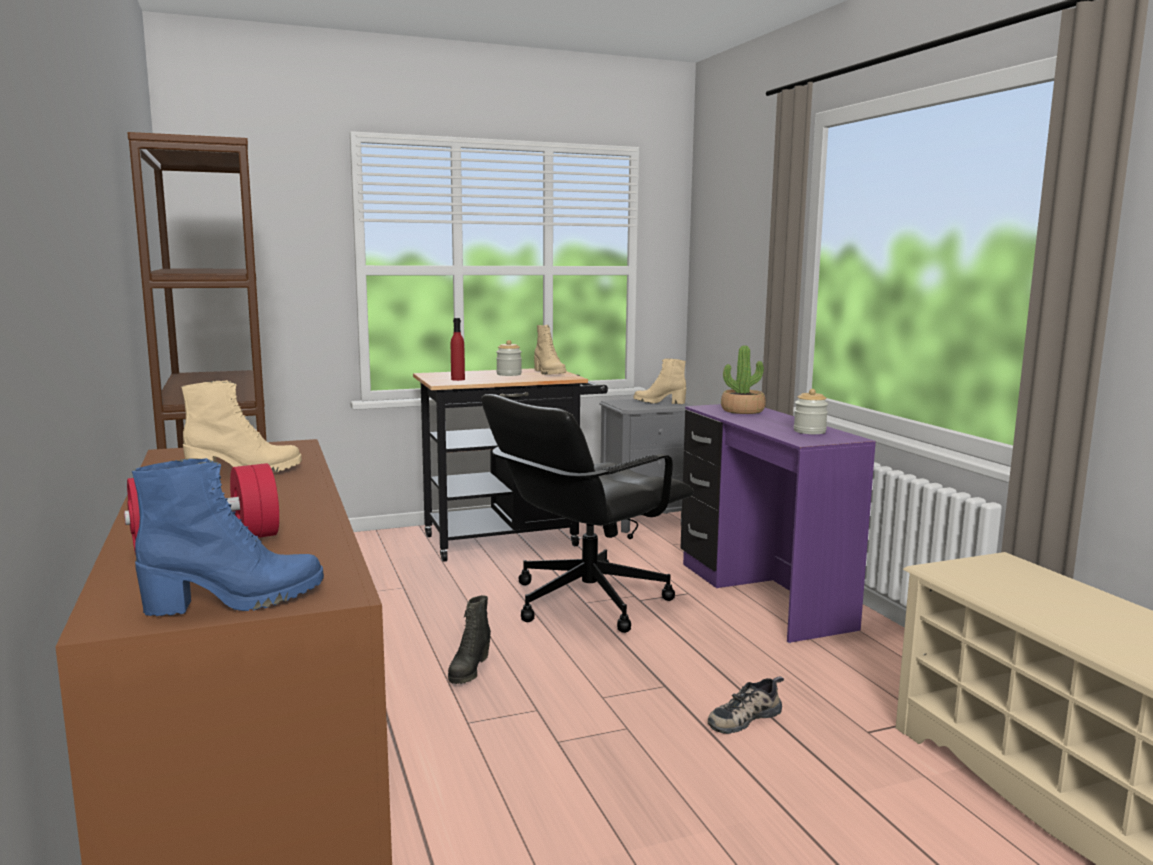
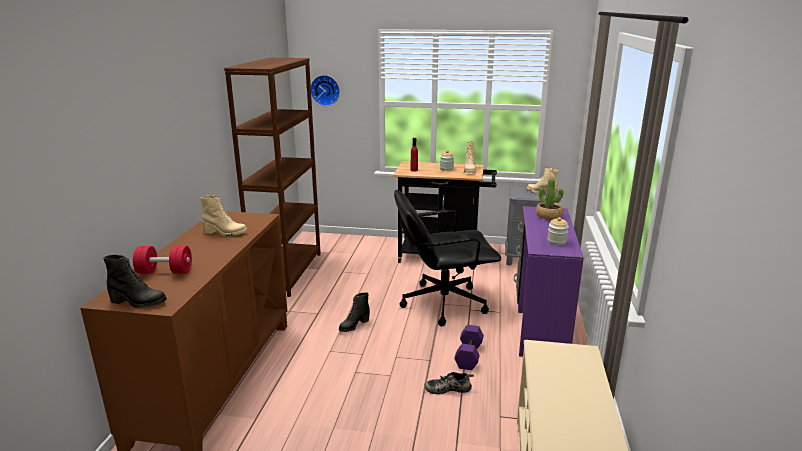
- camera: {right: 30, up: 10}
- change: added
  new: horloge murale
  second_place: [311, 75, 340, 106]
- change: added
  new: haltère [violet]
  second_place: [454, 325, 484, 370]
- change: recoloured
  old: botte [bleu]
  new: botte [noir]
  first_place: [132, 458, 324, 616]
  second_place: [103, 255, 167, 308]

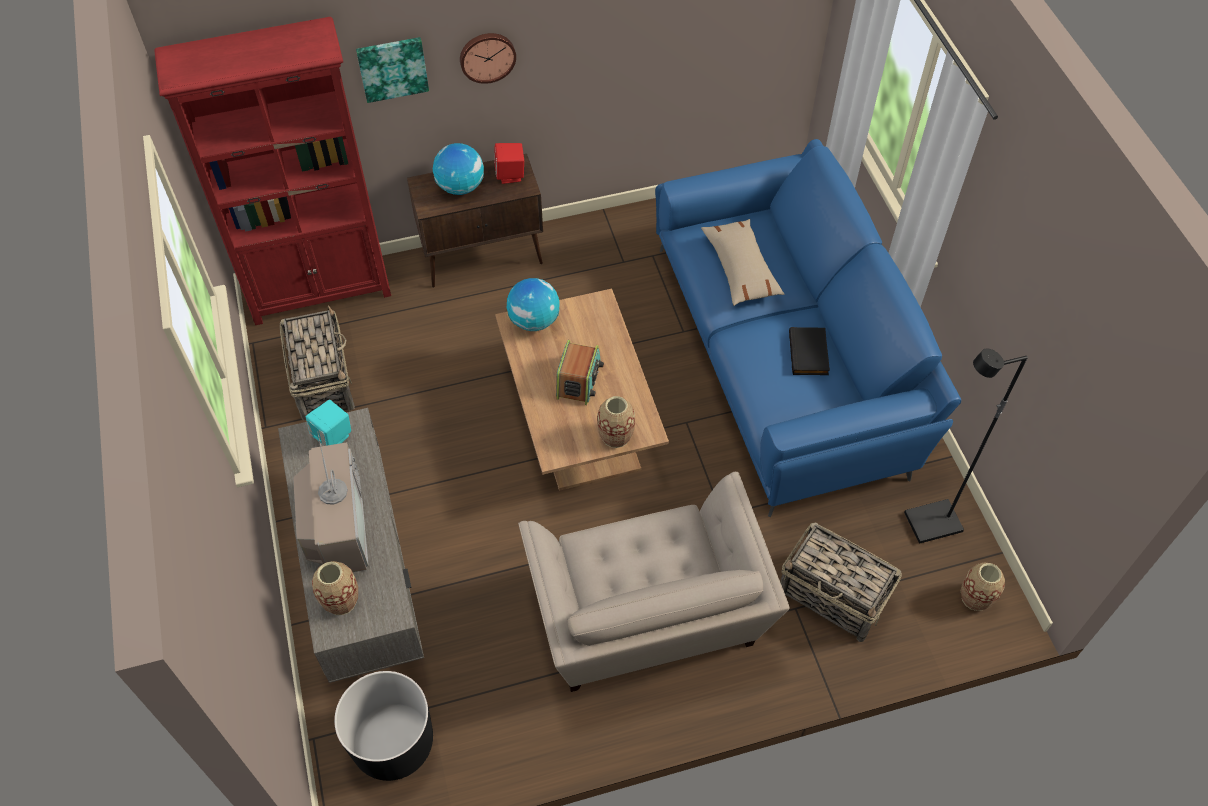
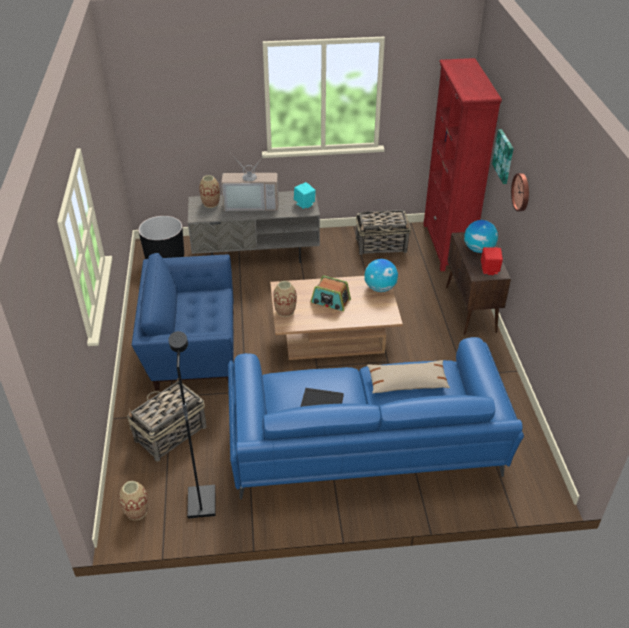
- camera: {right: 100, up: -15}
- change: recoloured
  old: fauteuil [beige]
  new: fauteuil [bleu]
  first_place: [518, 472, 789, 692]
  second_place: [132, 253, 234, 390]

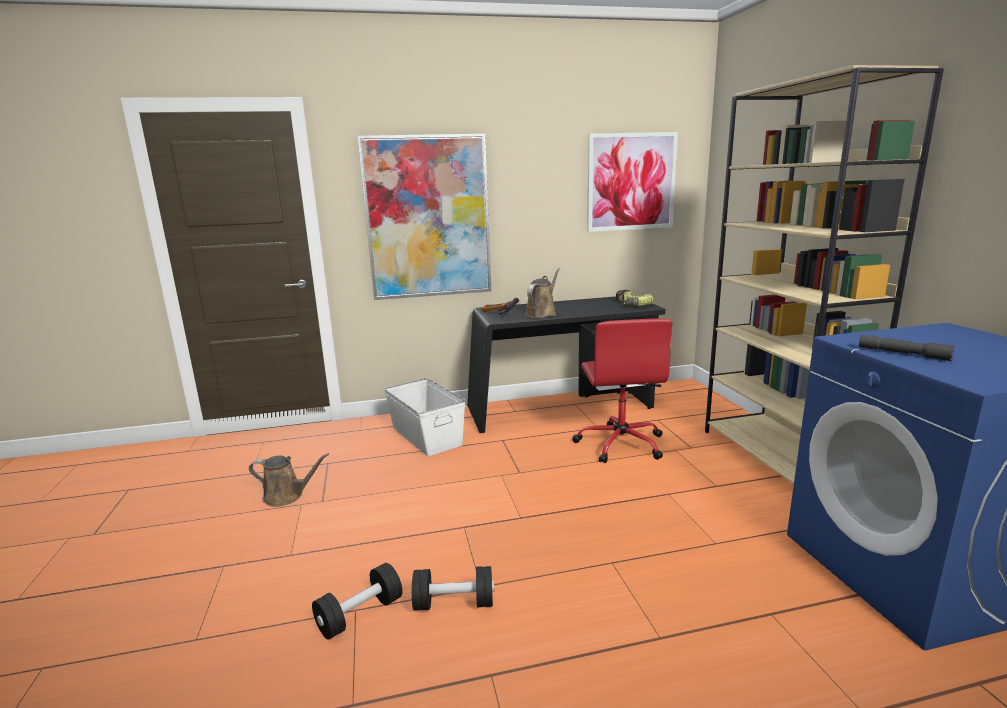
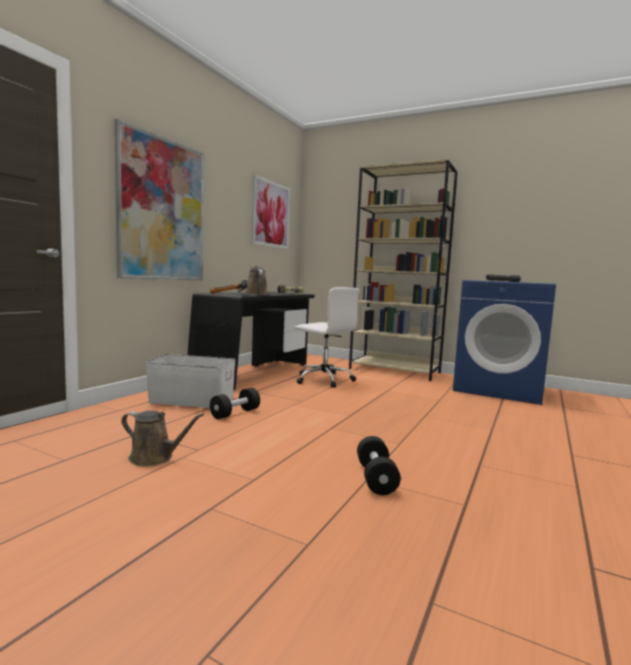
- camera: {right: -50, up: -10}
- change: moved
  old: haltère [noir]
  first_place: [412, 566, 494, 610]
  second_place: [210, 388, 260, 419]
- change: recoloured
  old: chaise de bureau [rouge]
  new: chaise de bureau [blanc]
  first_place: [572, 318, 672, 463]
  second_place: [294, 287, 359, 388]
- change: turned
  old: arrosoir [marron]
  first_place: [249, 453, 329, 507]
  second_place: [121, 411, 204, 467]
  degrees: 60

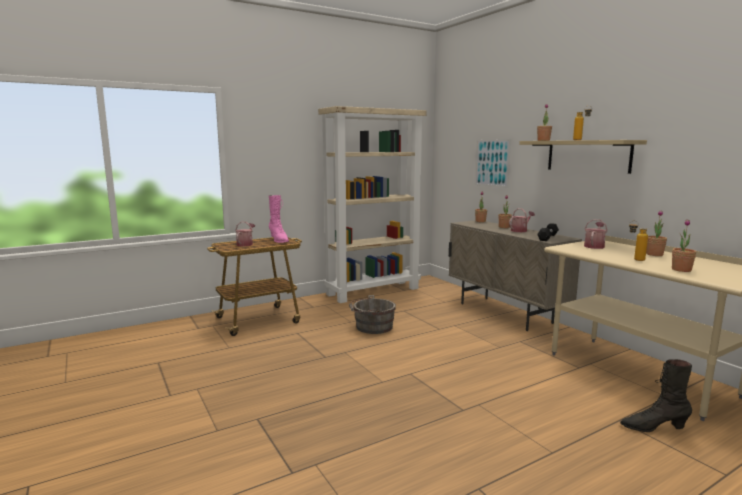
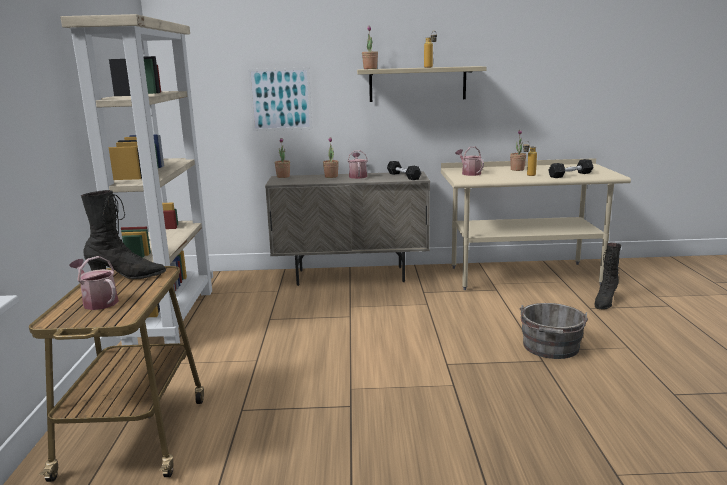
- camera: {right: -60, up: 5}
- change: moved
  old: seau [gris]
  first_place: [349, 295, 396, 334]
  second_place: [520, 303, 588, 359]
- change: replaced
  old: plante en pot
  new: haltère [noir]
  first_place: [672, 219, 696, 272]
  second_place: [548, 159, 593, 178]
- change: recoloured
  old: botte [rose]
  new: botte [noir]
  first_place: [269, 195, 289, 243]
  second_place: [81, 190, 166, 279]

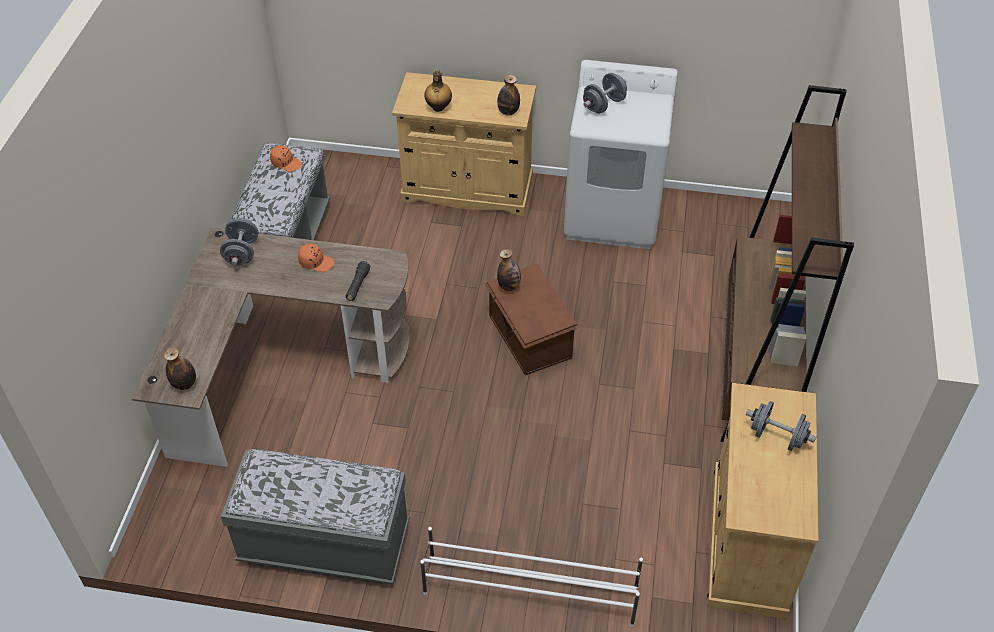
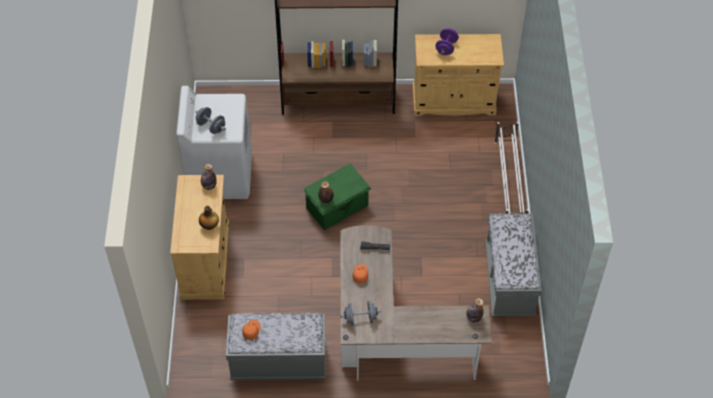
- camera: {right: -100, up: 5}
- change: recoloured
  old: boîte de rangement [marron]
  new: boîte de rangement [vert]
  first_place: [485, 263, 577, 375]
  second_place: [304, 163, 371, 230]
- change: recoloured
  old: haltère [gris]
  new: haltère [violet]
  first_place: [746, 401, 816, 451]
  second_place: [435, 28, 459, 55]

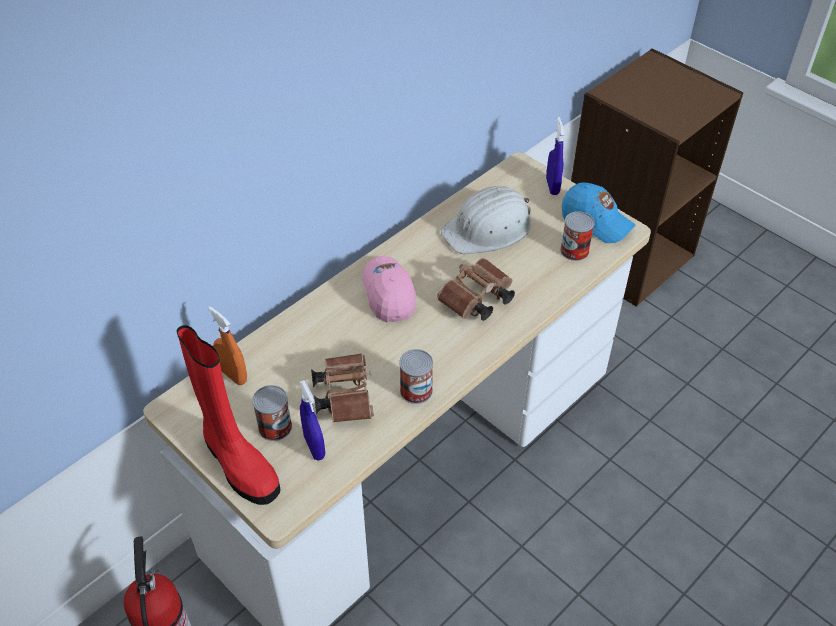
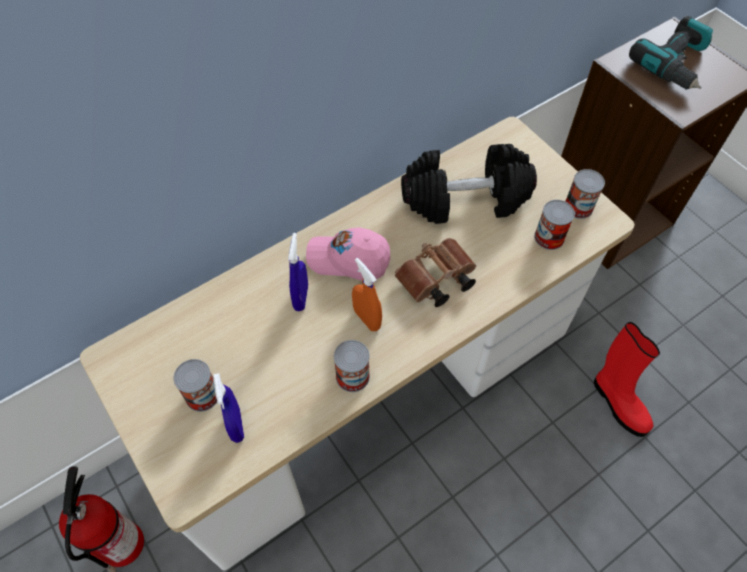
- camera: {right: 10, up: 10}
- change: removed
  old: jumelles [marron]
  first_place: [311, 353, 374, 423]
- change: added
  new: perceuse
  second_place: [629, 16, 713, 89]
- change: moved
  old: botte [rouge]
  first_place: [177, 325, 280, 505]
  second_place: [594, 322, 660, 437]
- change: moved
  old: vaporisateur [orange]
  first_place: [208, 306, 247, 385]
  second_place: [352, 258, 382, 331]
- change: moved
  old: vaporisateur [bleu]
  first_place: [546, 117, 565, 195]
  second_place: [288, 233, 308, 311]
- change: replaced
  old: casque de chantier [blanc]
  new: haltère [noir]
  first_place: [441, 186, 531, 254]
  second_place: [401, 144, 537, 224]
- change: replaced
  old: casquette [bleu]
  new: boîte métallique
  first_place: [562, 182, 636, 243]
  second_place: [565, 169, 605, 219]
- change: turned
  old: casquette [rose]
  first_place: [362, 256, 416, 323]
  second_place: [306, 227, 390, 280]
  degrees: -75

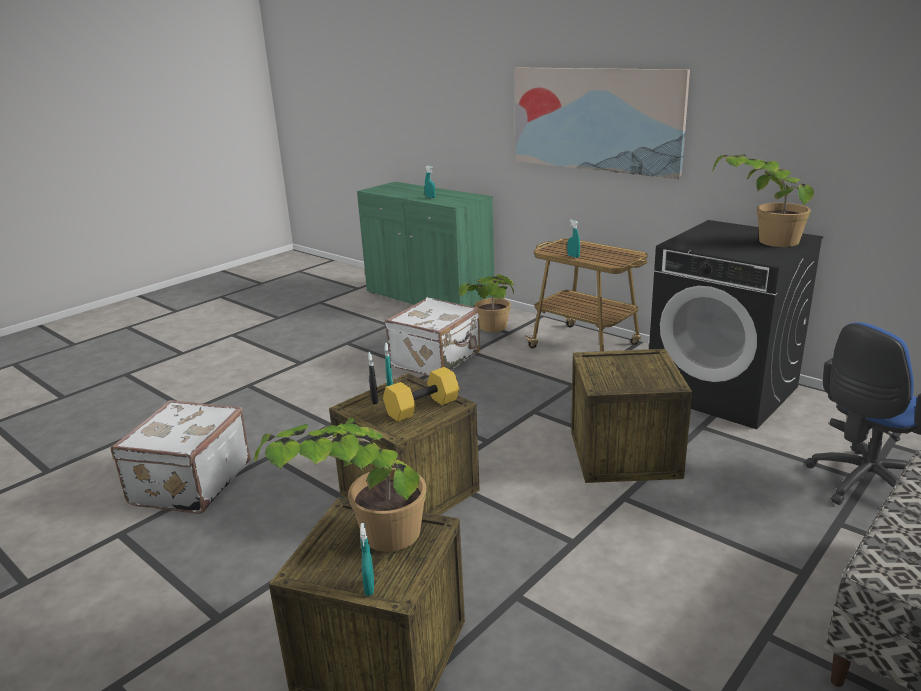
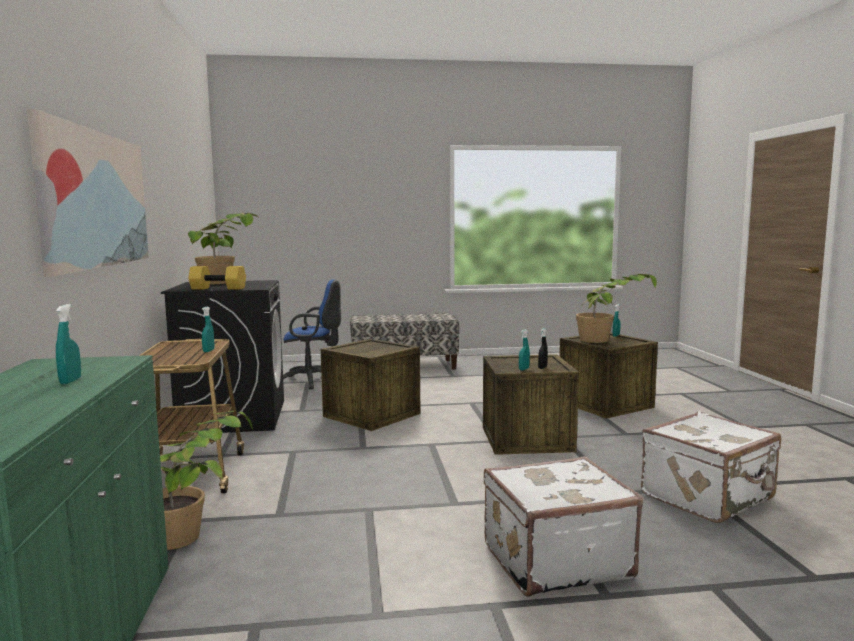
- camera: {right: -140, up: -15}
- change: moved
  old: haltère [jaune]
  first_place: [383, 367, 460, 422]
  second_place: [188, 266, 246, 290]
- change: moved
  old: valise [blanc]
  first_place: [385, 297, 480, 376]
  second_place: [484, 456, 643, 597]

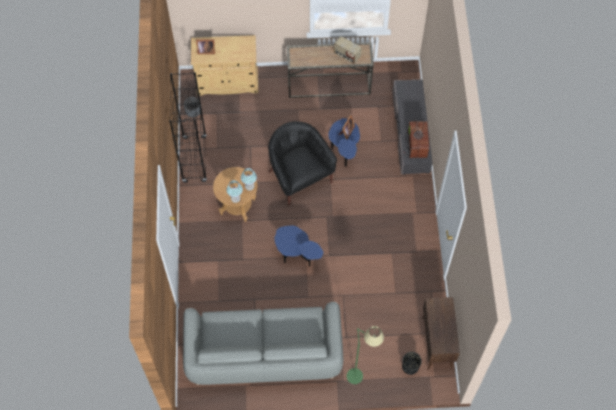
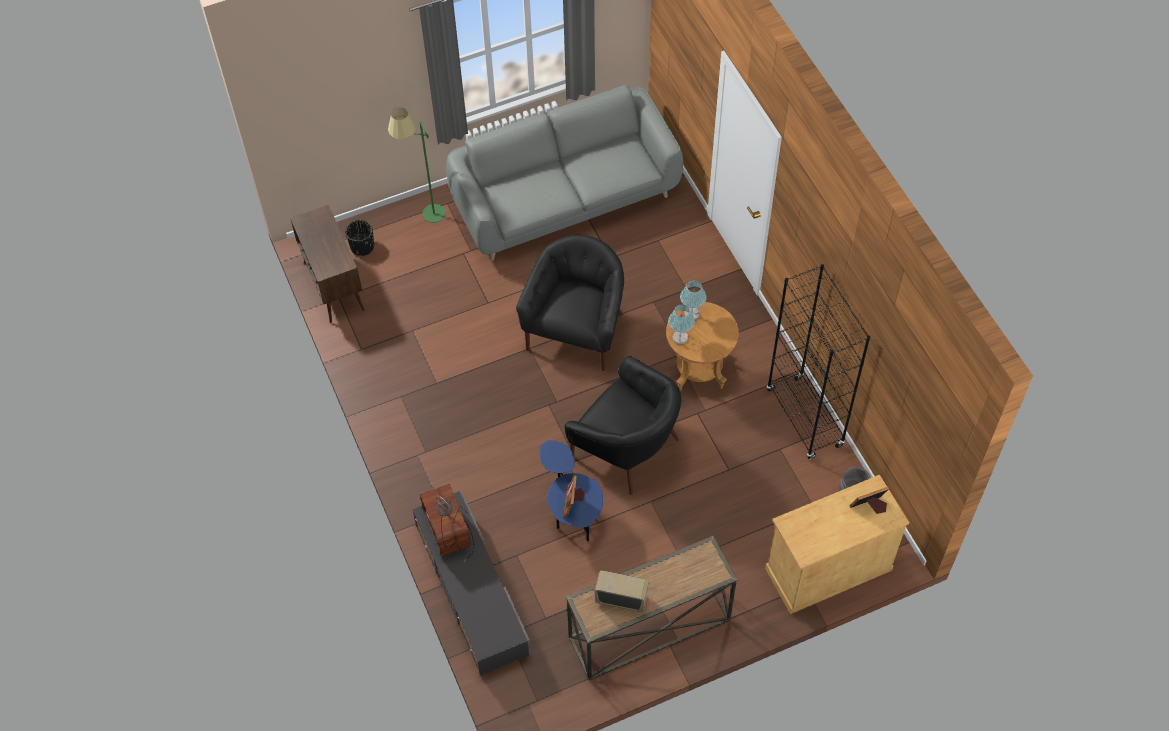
- camera: {right: 160, up: -5}
- change: replaced
  old: table d'appoint [bleu]
  new: fauteuil [noir]
  first_place: [274, 226, 323, 267]
  second_place: [516, 235, 624, 371]

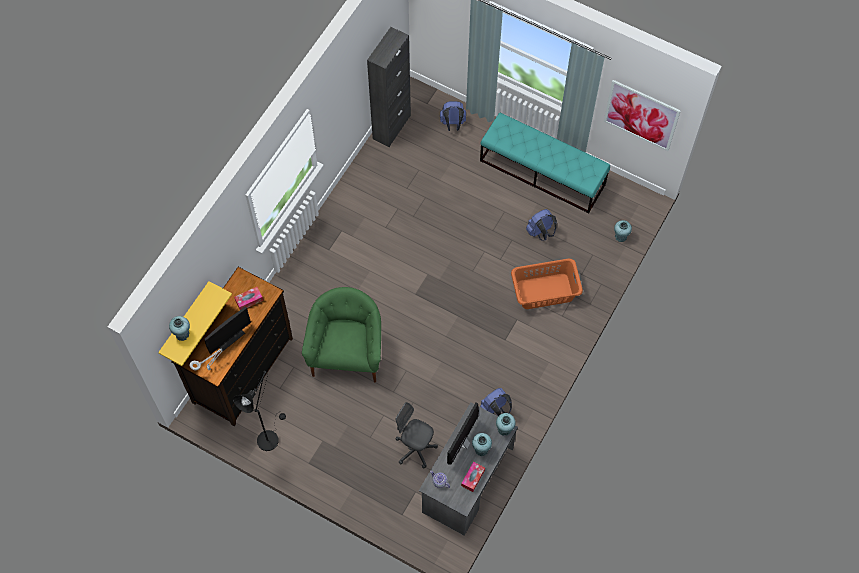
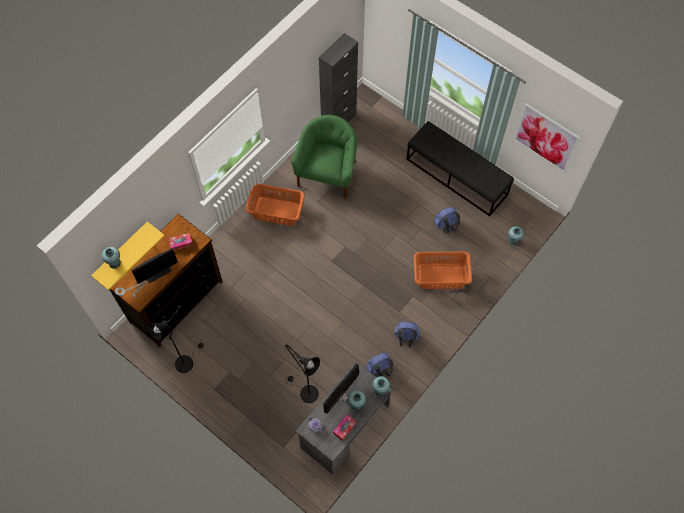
- camera: {right: 10, up: 0}
- change: added
  new: panier à linge [orange]
  second_place: [246, 183, 305, 226]
- change: moved
  old: fauteuil [vert]
  first_place: [302, 287, 381, 382]
  second_place: [291, 115, 357, 198]
- change: moved
  old: sac à dos [bleu]
  first_place: [440, 101, 466, 131]
  second_place: [395, 322, 420, 348]
- change: replaced
  old: chaise de bureau [gris]
  new: lampadaire [noir]
  first_place: [396, 402, 438, 468]
  second_place: [285, 343, 320, 403]
- change: recoloured
  old: banc [turquoise]
  new: banc [noir]
  first_place: [480, 113, 610, 213]
  second_place: [406, 121, 514, 217]

